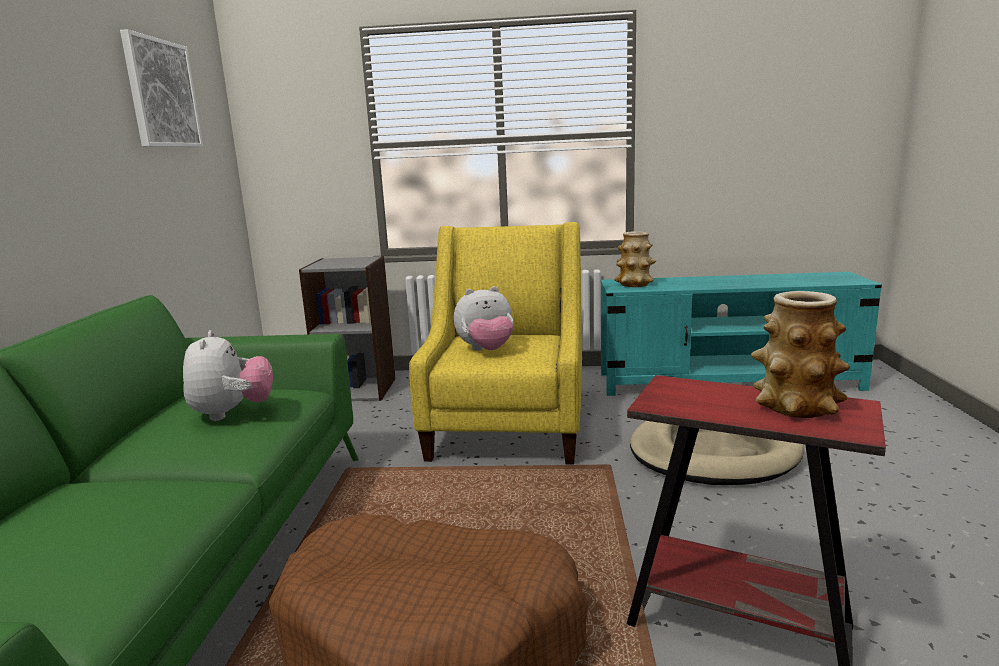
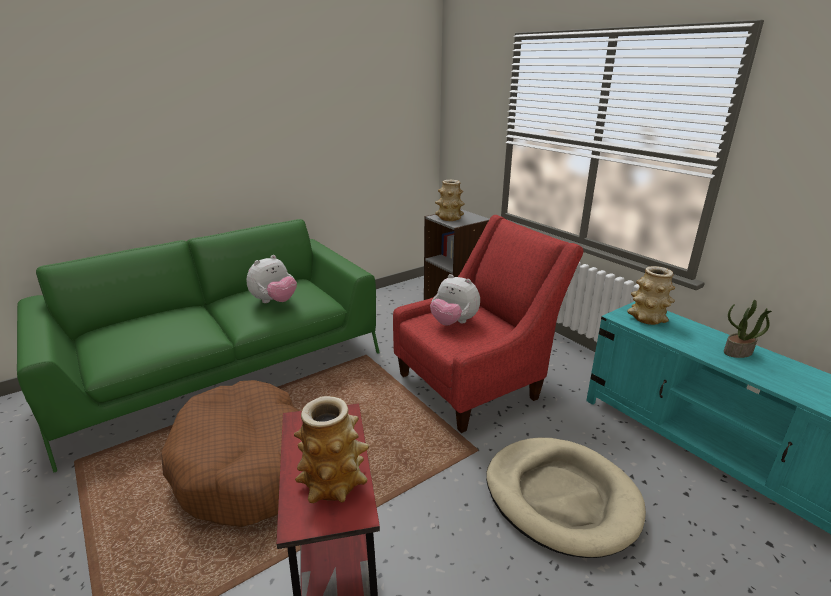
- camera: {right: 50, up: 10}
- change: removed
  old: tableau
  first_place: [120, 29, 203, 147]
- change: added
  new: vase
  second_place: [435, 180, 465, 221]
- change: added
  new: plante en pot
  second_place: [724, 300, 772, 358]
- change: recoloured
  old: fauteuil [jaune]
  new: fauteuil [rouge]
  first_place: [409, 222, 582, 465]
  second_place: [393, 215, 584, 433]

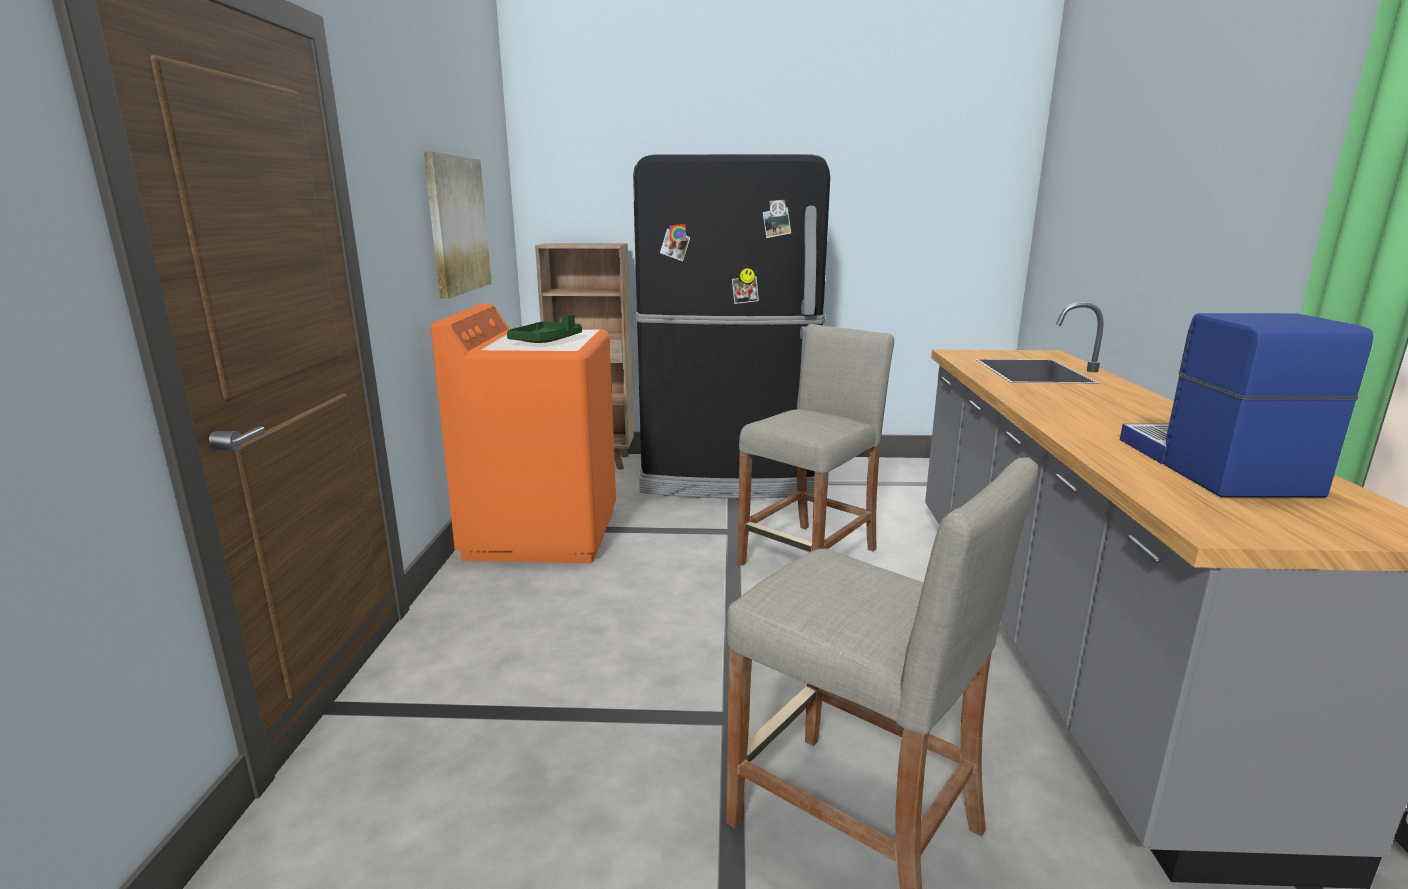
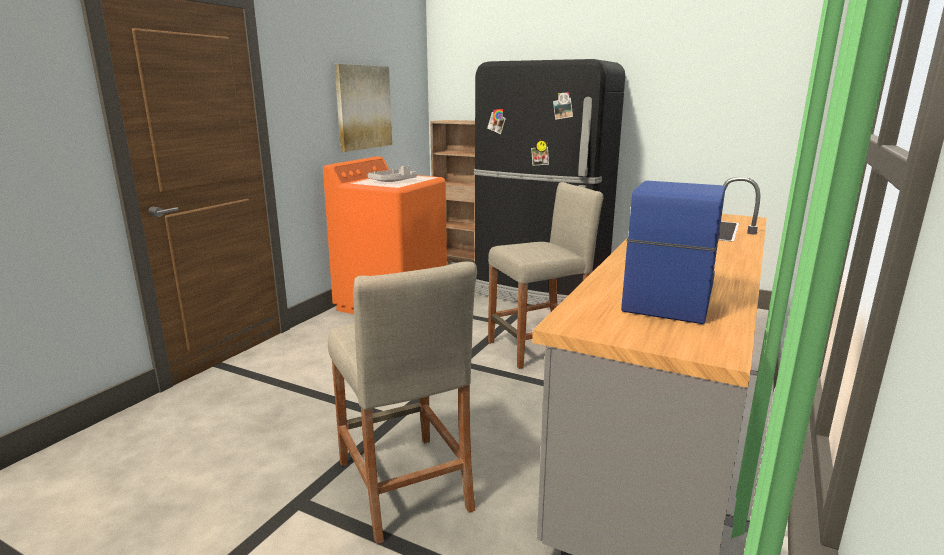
- camera: {right: 25, up: 0}
- change: recoloured
  old: plateau [vert]
  new: plateau [gris]
  first_place: [507, 314, 582, 343]
  second_place: [368, 165, 417, 182]

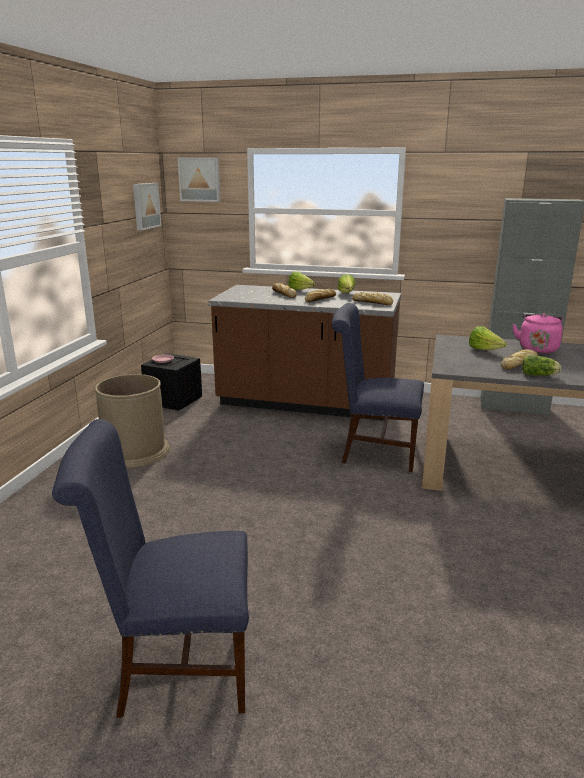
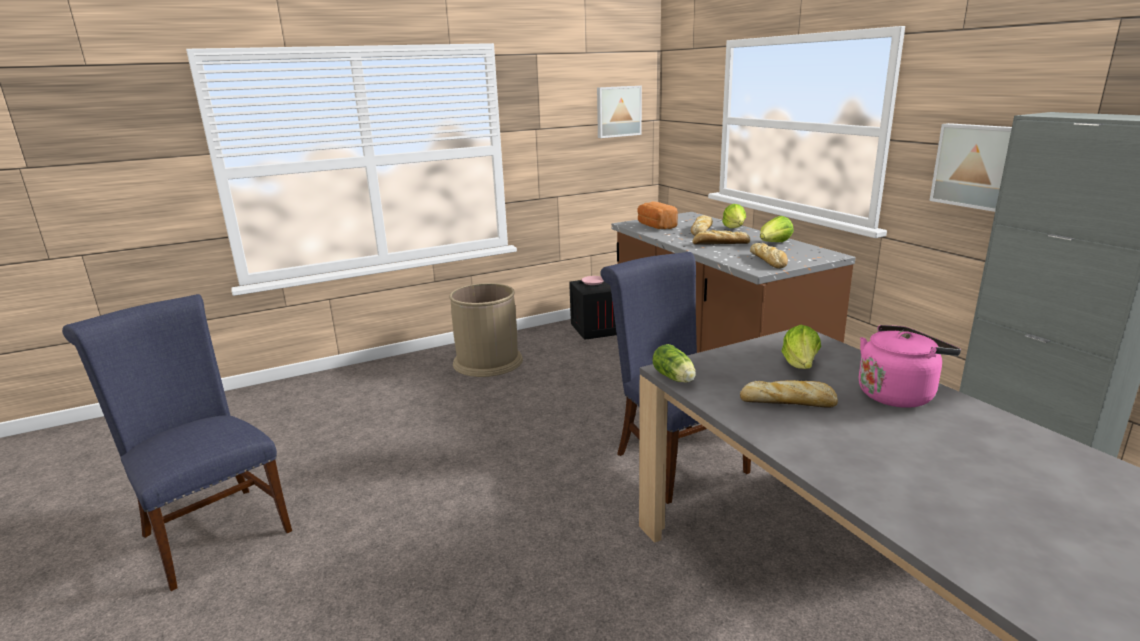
- camera: {right: 50, up: 0}
- change: added
  new: pain
  second_place: [637, 201, 678, 229]
- change: moved
  old: tableau
  first_place: [178, 158, 220, 202]
  second_place: [929, 123, 1012, 212]
- change: moved
  old: laitue
  first_place: [522, 355, 561, 376]
  second_place: [652, 344, 696, 383]

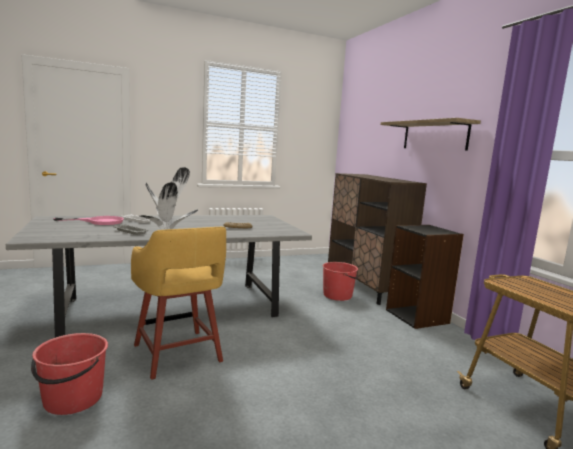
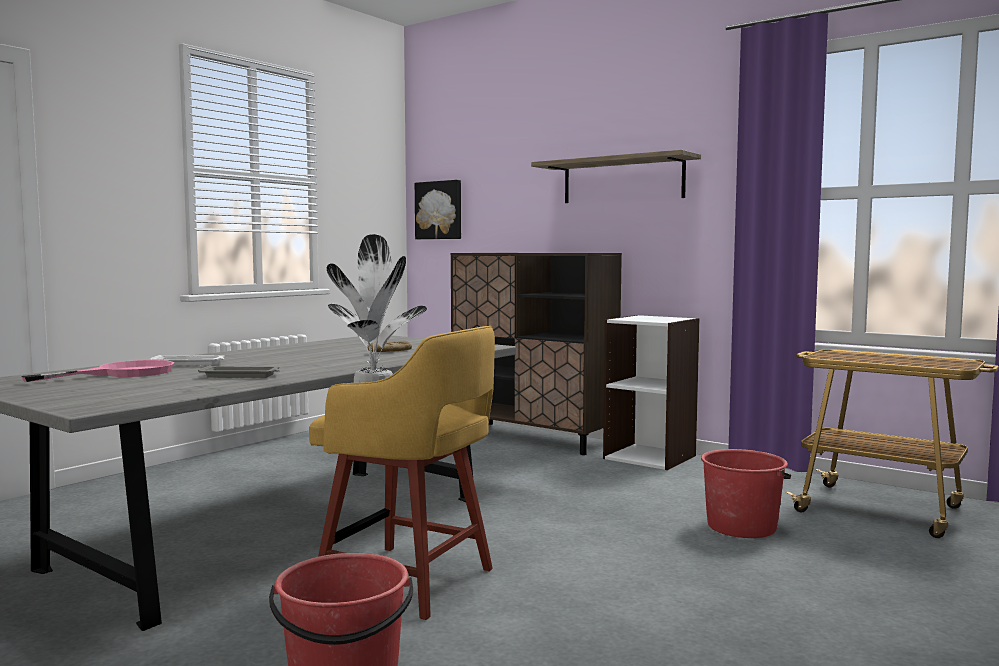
- camera: {right: -30, up: -5}
- change: added
  new: tableau
  second_place: [415, 180, 461, 239]
- change: moved
  old: seau [rouge]
  first_place: [322, 262, 358, 301]
  second_place: [701, 449, 791, 538]
- change: recoloured
  old: bibliothèque [noir]
  new: bibliothèque [blanc]
  first_place: [386, 225, 464, 329]
  second_place: [603, 315, 700, 470]

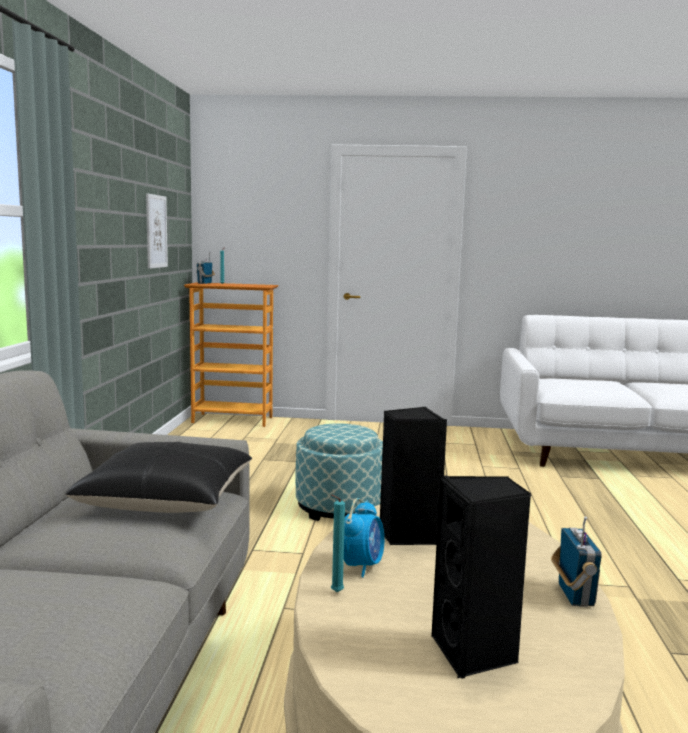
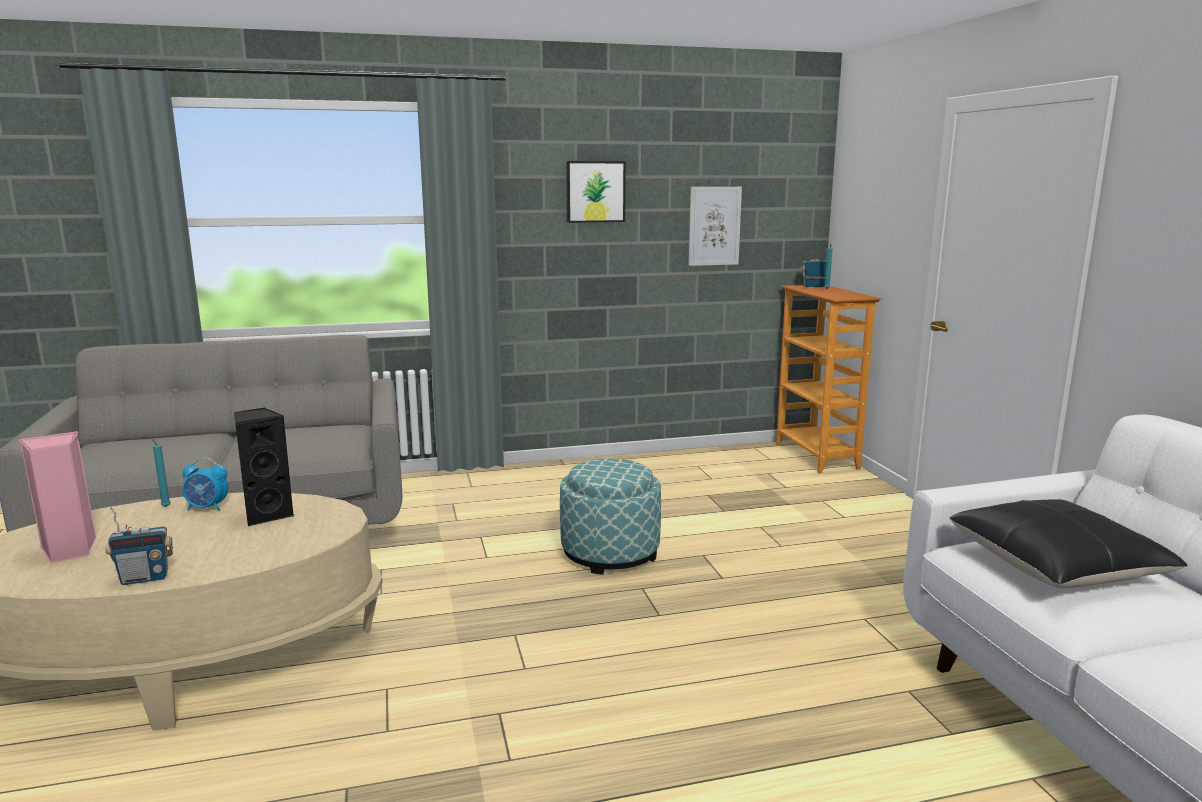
- camera: {right: 70, up: 5}
- change: added
  new: tableau
  second_place: [566, 161, 626, 223]
- change: moved
  old: coussin [noir]
  first_place: [65, 442, 252, 513]
  second_place: [950, 499, 1188, 588]
- change: recoloured
  old: enceinte [noir]
  new: enceinte [rose]
  first_place: [431, 475, 532, 679]
  second_place: [19, 431, 97, 563]

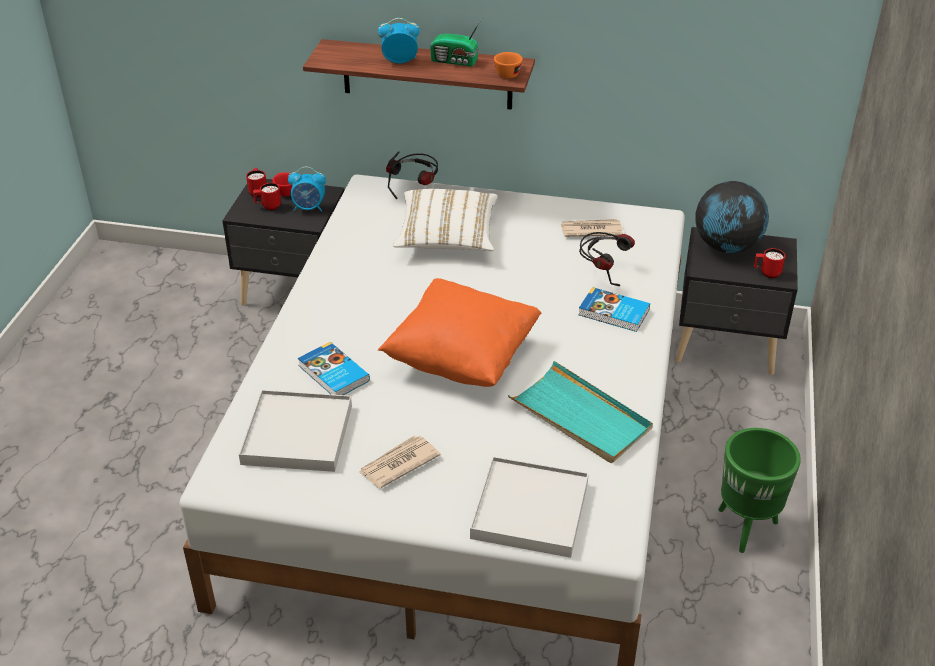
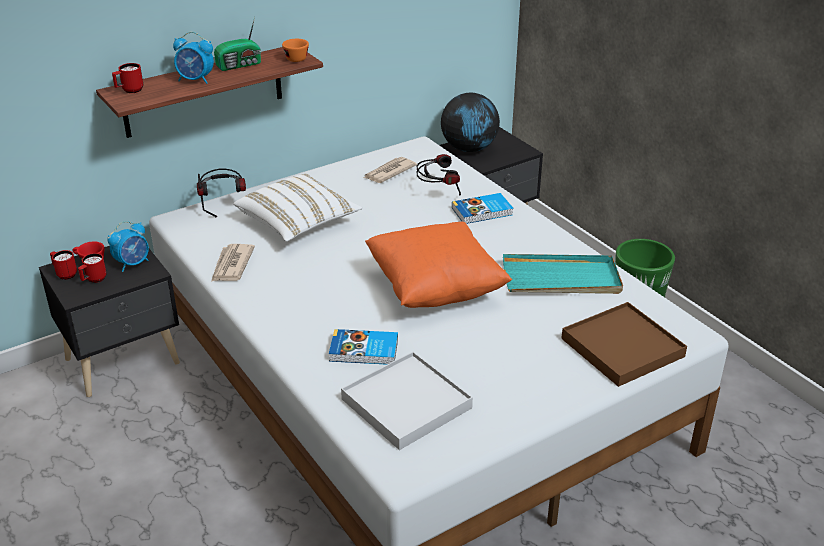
- camera: {right: -45, up: -5}
- change: moved
  old: journal
  first_place: [359, 436, 440, 488]
  second_place: [211, 244, 255, 282]
- change: moved
  old: mug [rouge]
  first_place: [754, 248, 786, 278]
  second_place: [112, 63, 143, 93]
- change: recoloured
  old: plateau [blanc]
  new: plateau [marron]
  first_place: [470, 456, 589, 558]
  second_place: [561, 302, 687, 387]
- change: turned
  old: réveil
  first_place: [378, 18, 420, 63]
  second_place: [173, 32, 214, 84]
  degrees: -120

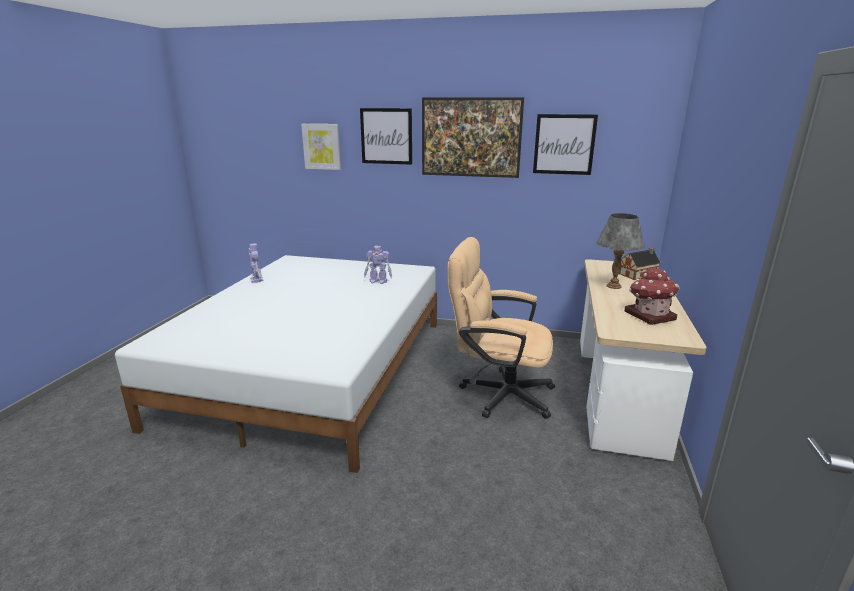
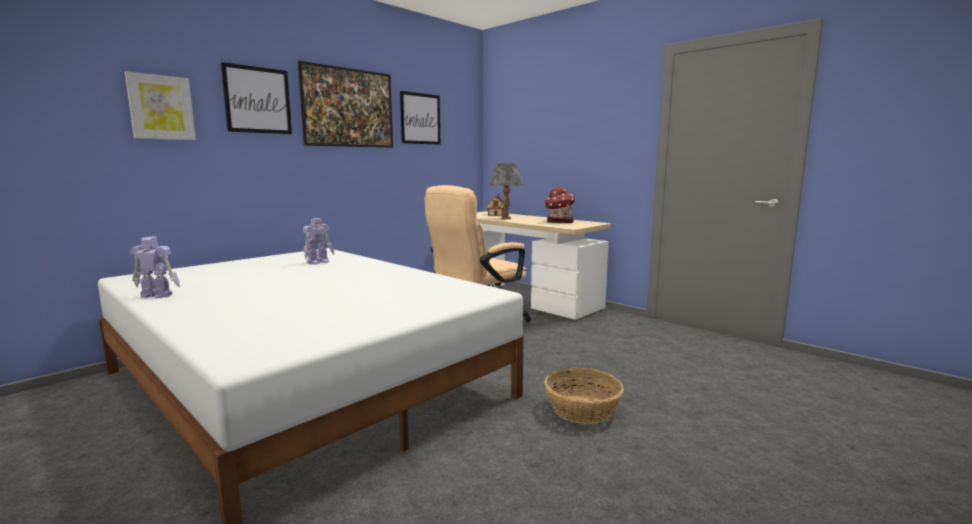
- camera: {right: -60, up: -10}
- change: added
  new: panier
  second_place: [544, 368, 624, 424]

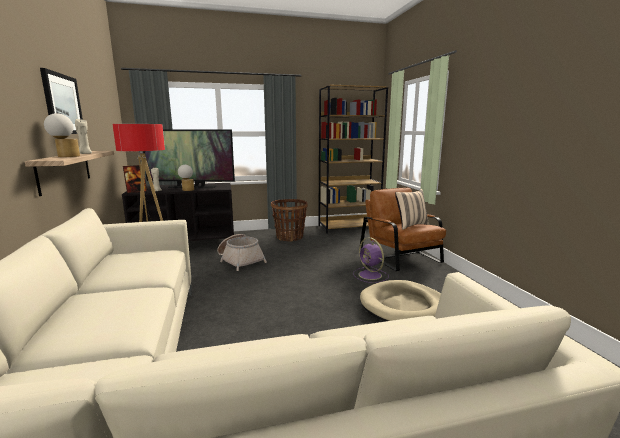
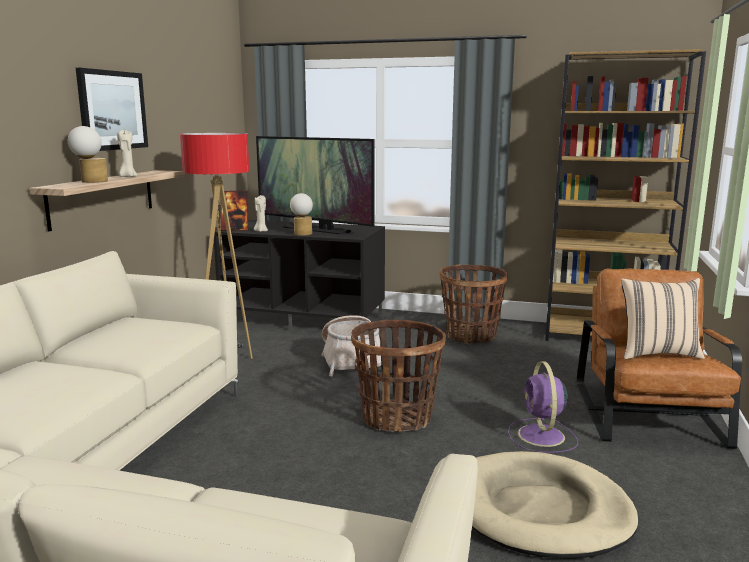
- camera: {right: 30, up: 0}
- change: added
  new: panier
  second_place: [351, 319, 446, 432]

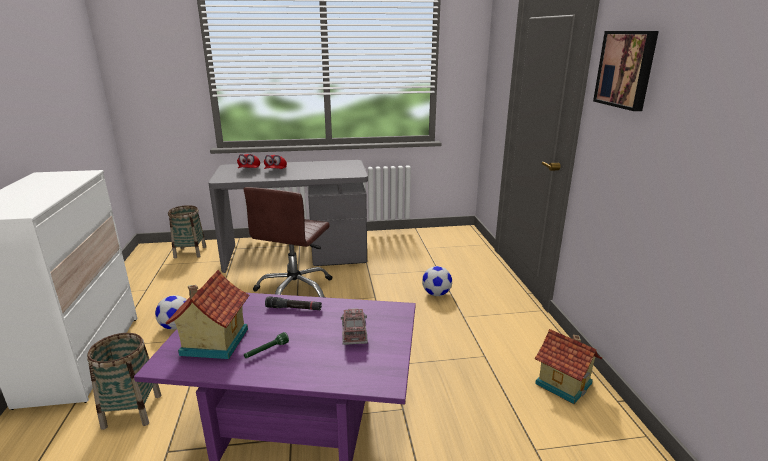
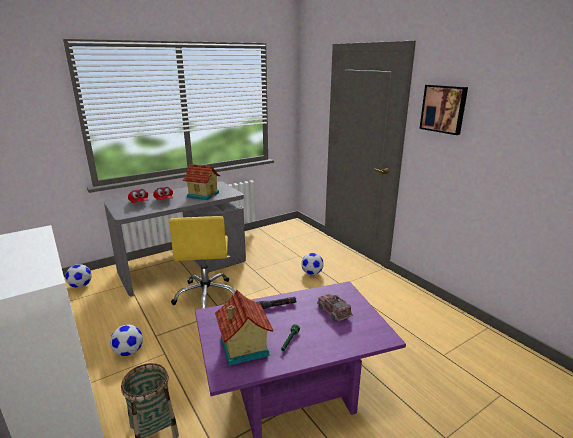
- camera: {right: -25, up: 0}
- change: moved
  old: maison miniature
  first_place: [535, 329, 602, 404]
  second_place: [183, 164, 220, 200]
- change: replaced
  old: panier
  new: ballon de foot
  first_place: [168, 205, 206, 258]
  second_place: [65, 264, 92, 288]
- change: recoloured
  old: chaise de bureau [marron]
  new: chaise de bureau [jaune]
  first_place: [244, 187, 332, 297]
  second_place: [169, 216, 235, 309]

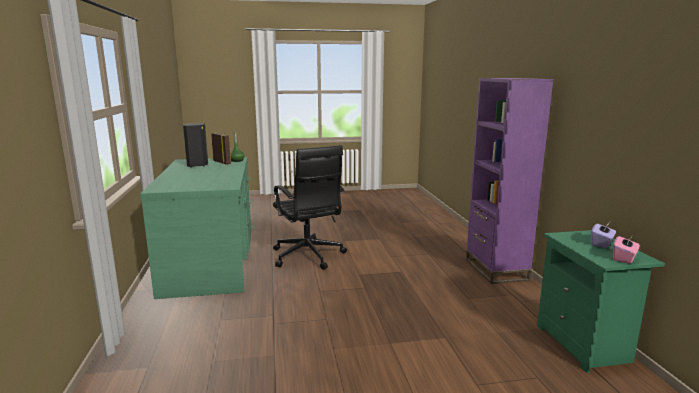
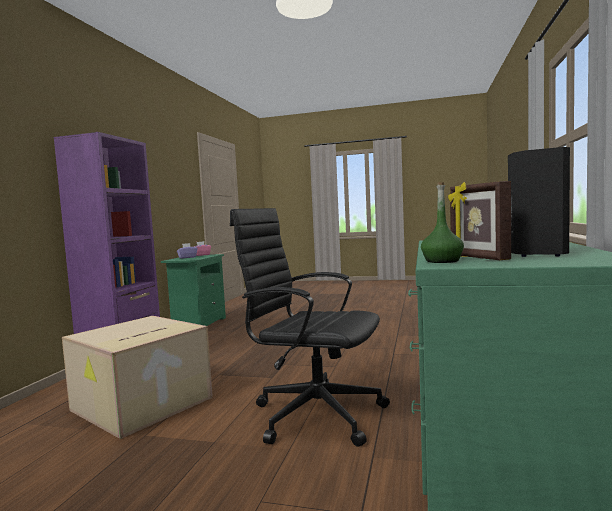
- camera: {right: -155, up: -10}
- change: added
  new: carton
  second_place: [62, 316, 213, 439]
- change: turned
  old: chaise de bureau [noir]
  first_place: [273, 145, 347, 270]
  second_place: [230, 208, 390, 447]
  degrees: -60

